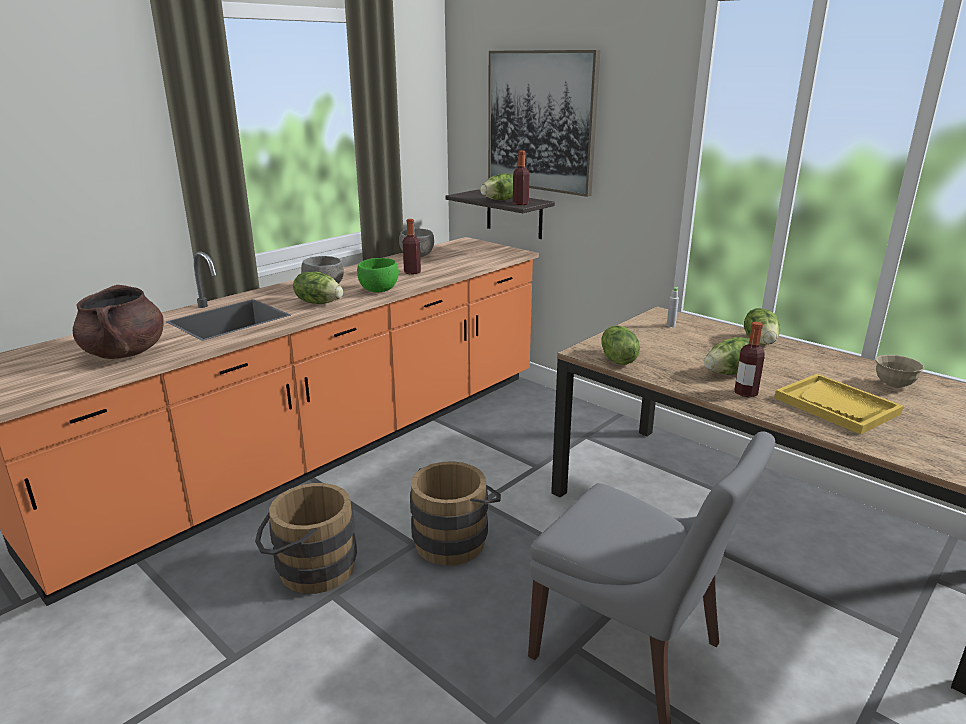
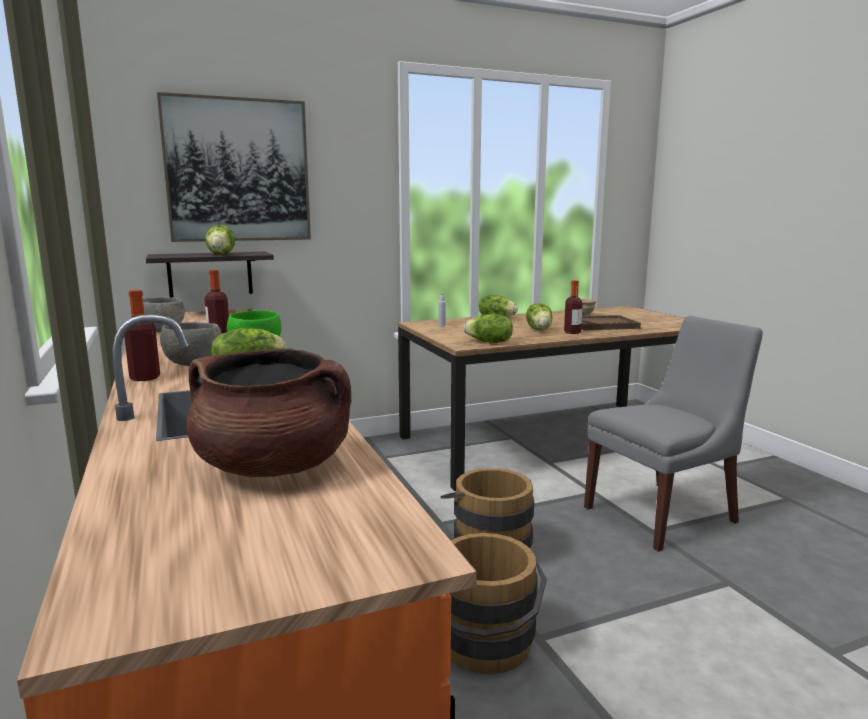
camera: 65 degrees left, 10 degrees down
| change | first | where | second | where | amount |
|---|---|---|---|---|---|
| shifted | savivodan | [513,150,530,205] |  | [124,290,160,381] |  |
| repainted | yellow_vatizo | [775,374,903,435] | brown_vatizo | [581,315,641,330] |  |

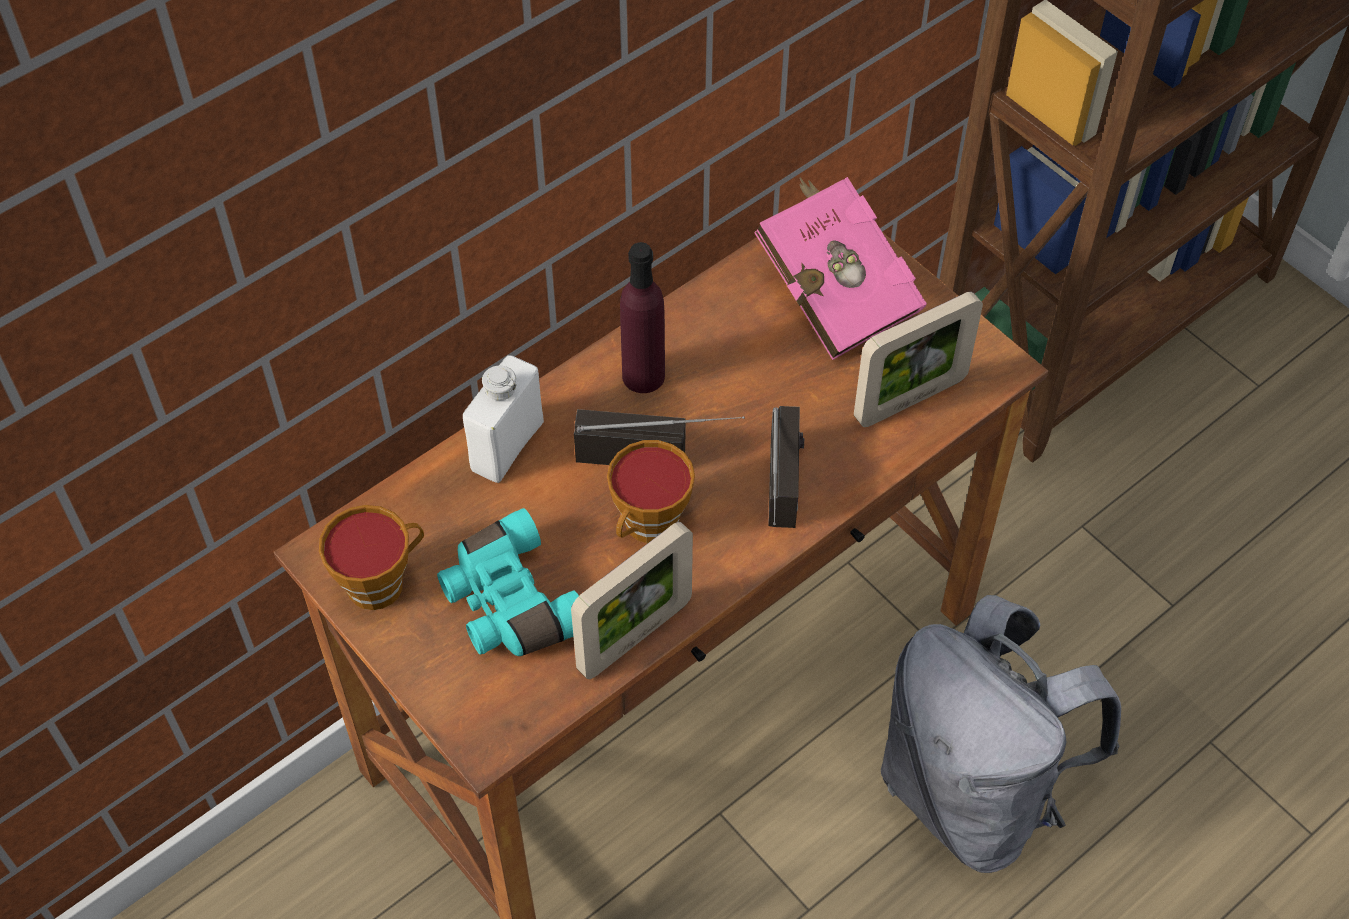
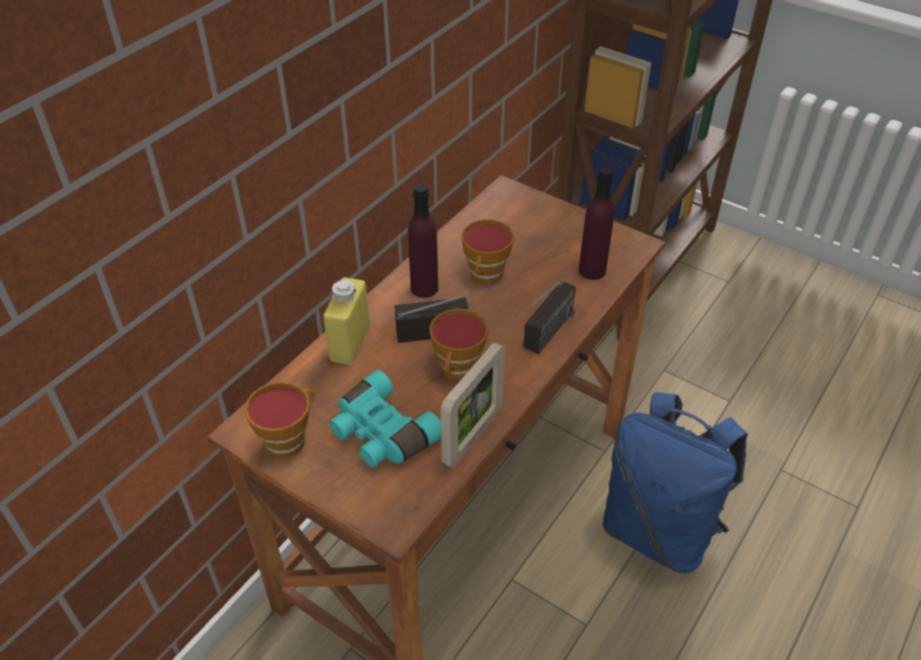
camera: 15 degrees left, 10 degrees down
| change | first | where | second | where | amount |
|---|---|---|---|---|---|
| repainted | white_savivodan | [463,355,544,483] | yellow_savivodan | [323,277,370,365] |  |
| gone | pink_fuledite | [754,177,927,360] |  |  |  |
| rotated | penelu | [768,406,804,528] |  | [506,281,576,354] | 45 degrees clockwise |
| swapped | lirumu | [854,292,983,427] | purple_savivodan | [579,167,614,280] |  |
| repainted | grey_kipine | [881,595,1121,873] | blue_kipine | [603,392,748,574] |  |
| new |  |  | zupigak | [461,219,514,284] |  |

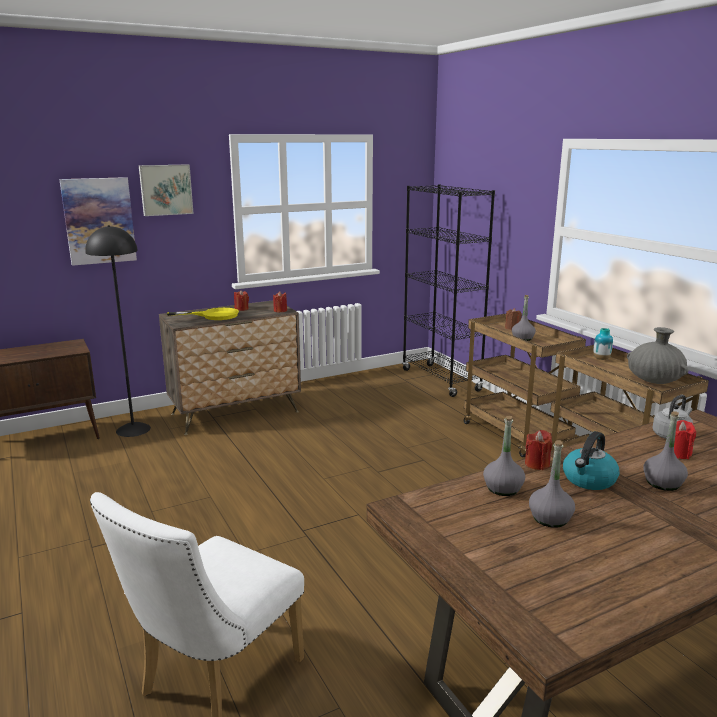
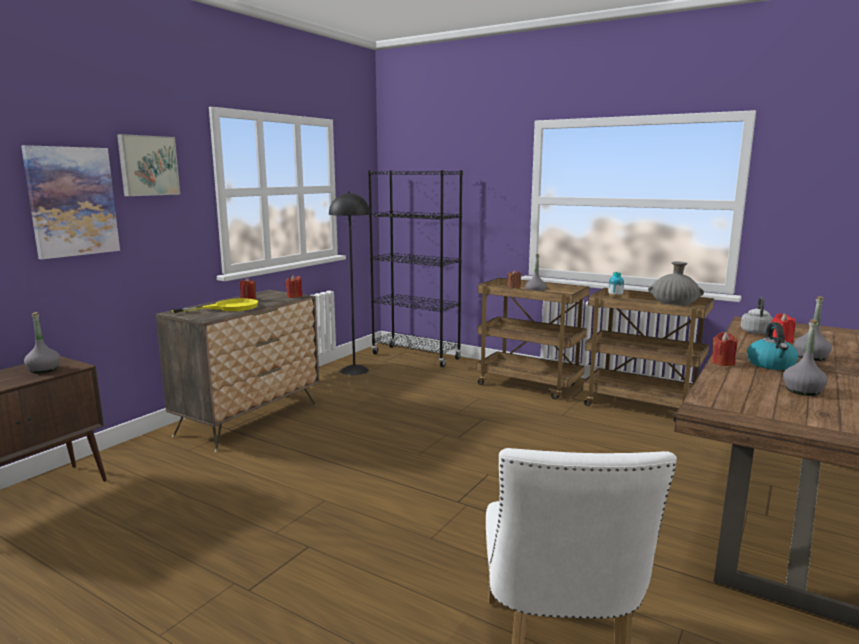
camera: 30 degrees left, 5 degrees down
| change | first | where | second | where | amount |
|---|---|---|---|---|---|
| shifted | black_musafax | [85,225,151,437] |  | [329,192,370,375] |  |
| shifted | grey_savivodan | [483,416,525,496] |  | [24,312,60,374] |  |

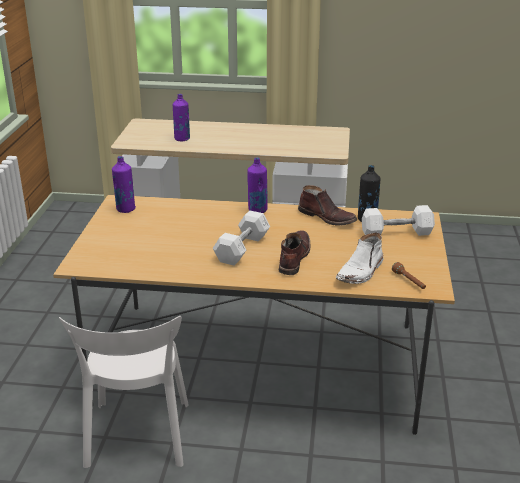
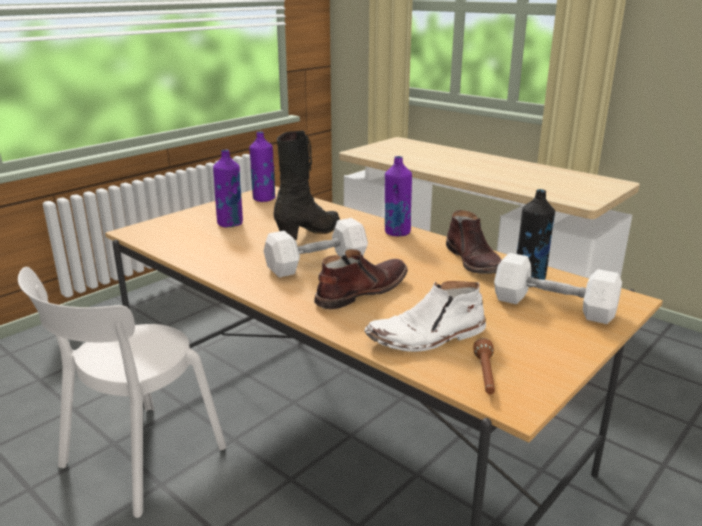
camera: 35 degrees right, 5 degrees down
| change | first | where | second | where | amount |
|---|---|---|---|---|---|
| shifted | purple_savivodan | [173,94,190,142] |  | [213,150,243,227] |  |
| new |  |  | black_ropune | [274,130,340,240] |  |

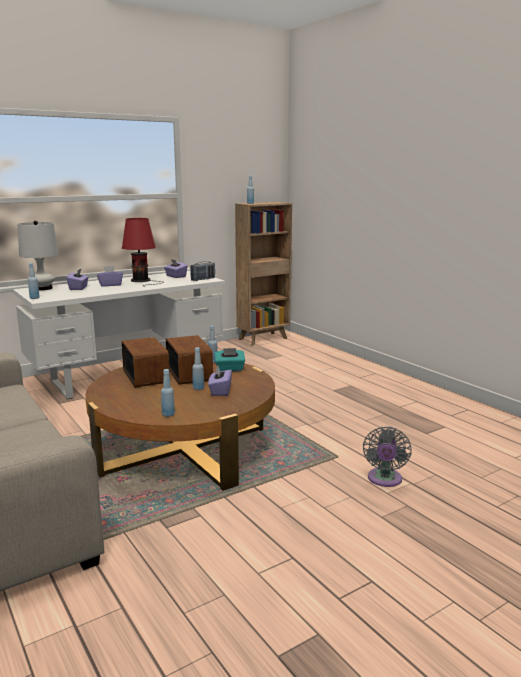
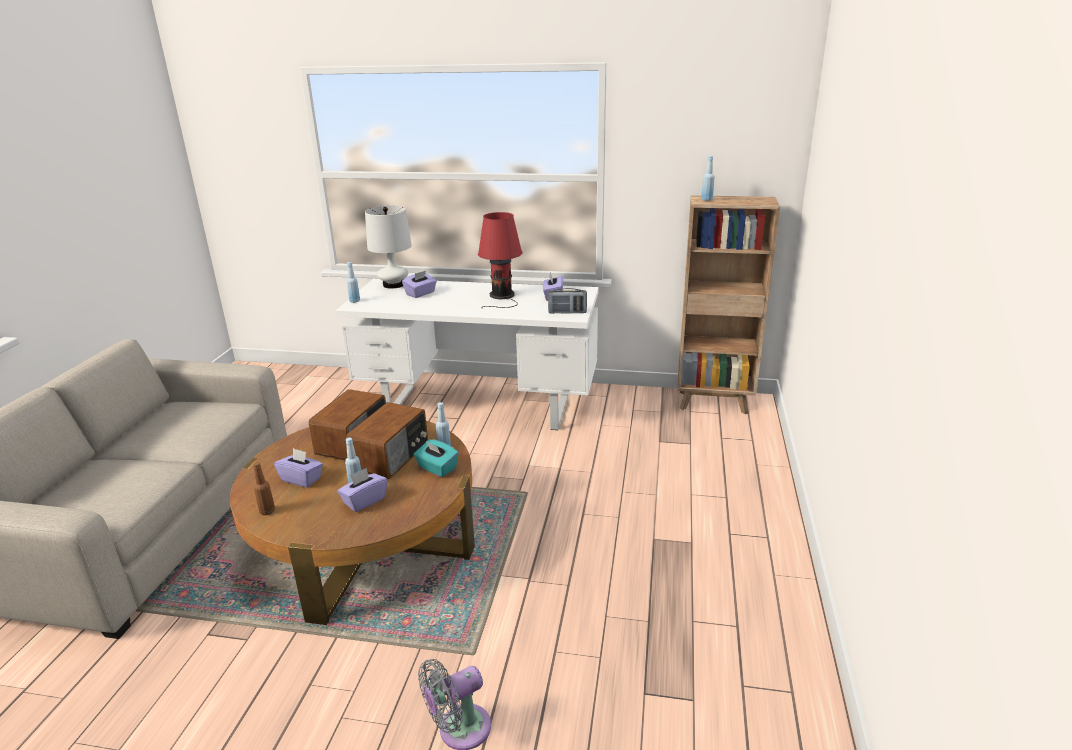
camera: 45 degrees right, 10 degrees up
| change | first | where | second | where | amount |
|---|---|---|---|---|---|
| shifted | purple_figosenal | [97,266,123,287] |  | [274,448,323,488] |  |
| repainted | blue_savivodan | [161,369,175,417] | brown_savivodan | [253,462,275,515] |  |

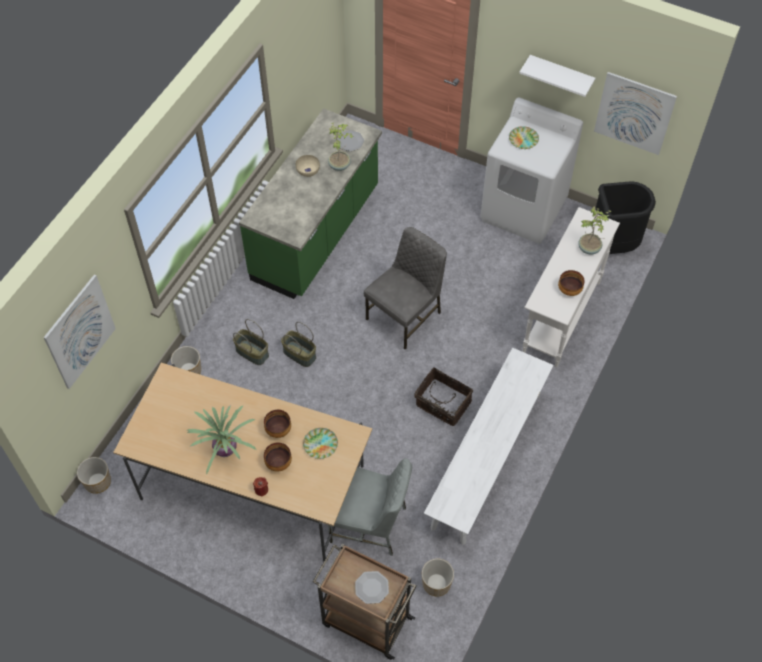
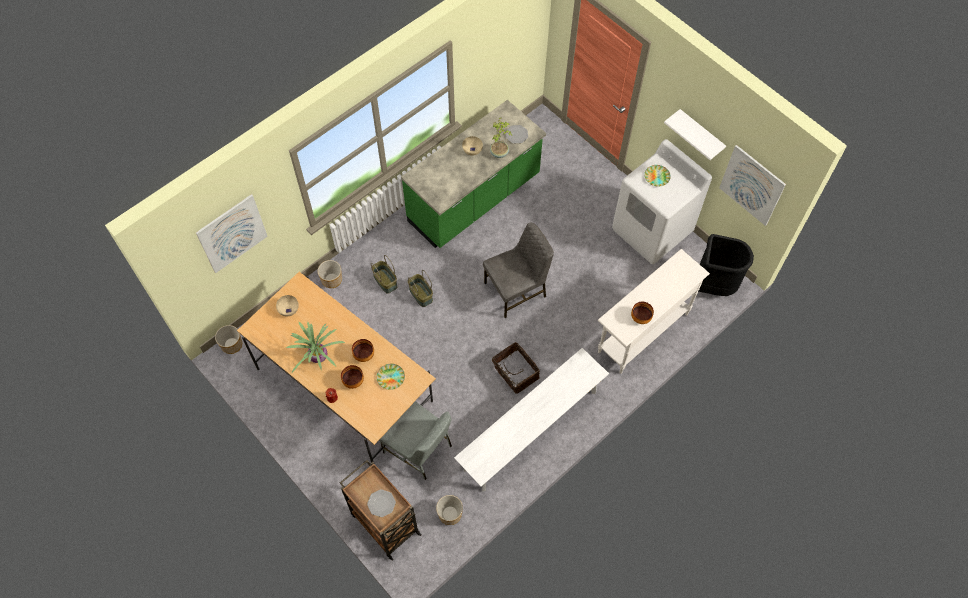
camera: 20 degrees right, 5 degrees up
| change | first | where | second | where | amount |
|---|---|---|---|---|---|
| gone | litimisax | [578,207,612,255] |  |  |  |
| new |  |  | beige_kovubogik | [276,295,299,316] |  |

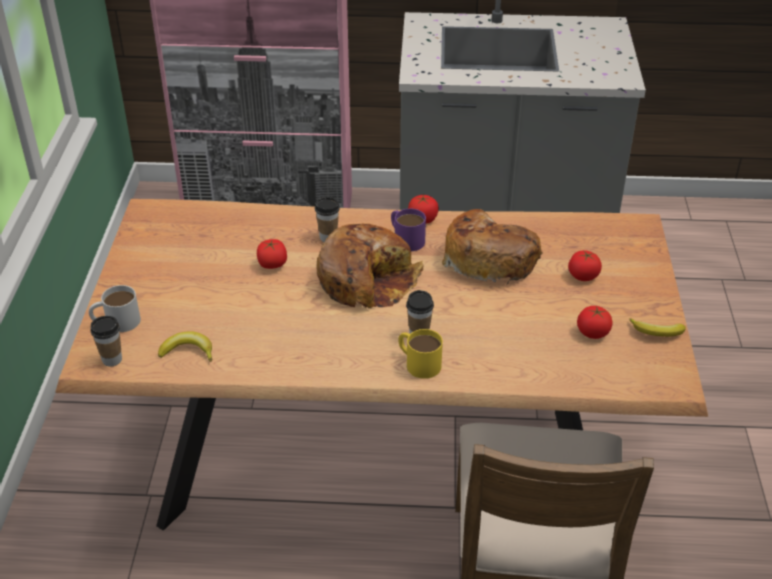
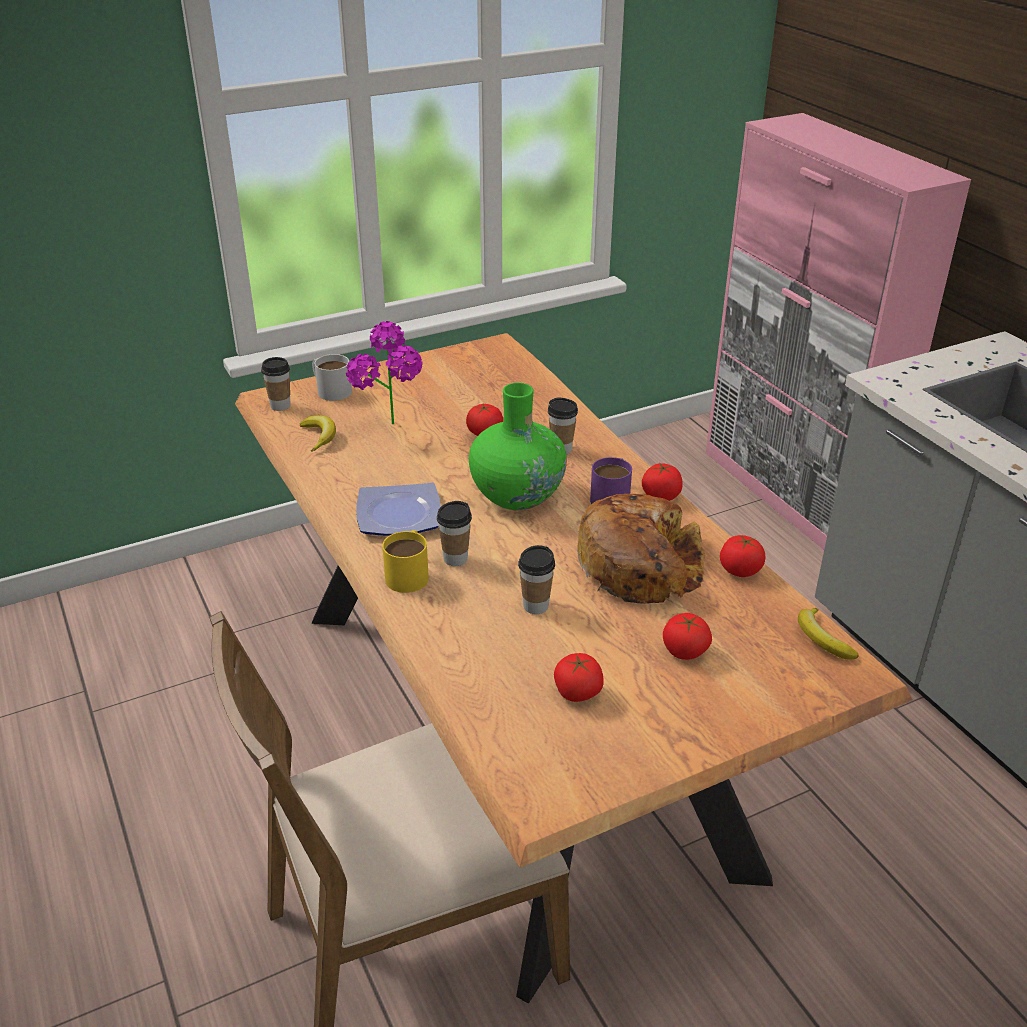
camera: 60 degrees right, 5 degrees down
| change | first | where | second | where | amount |
|---|---|---|---|---|---|
| swapped | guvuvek | [317,224,424,309] | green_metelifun | [469,383,567,510] |  |
| shifted | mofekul | [629,318,686,337] |  | [798,608,859,659] |  |
| new |  |  | litimisax | [346,321,423,424] |  |
| new |  |  | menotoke | [356,483,441,536] |  |
| new |  |  | zupigak | [518,545,555,614] |  |
| new |  |  | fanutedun | [720,535,766,577] |  |

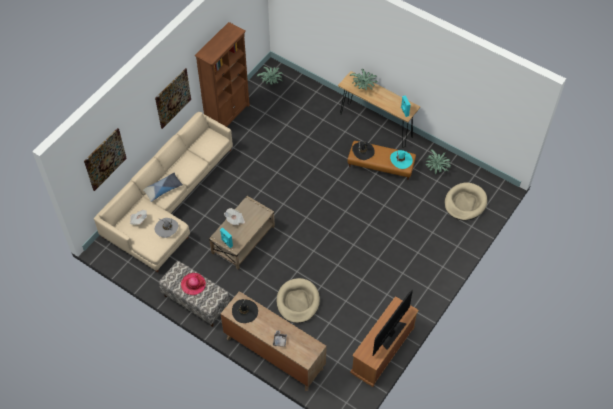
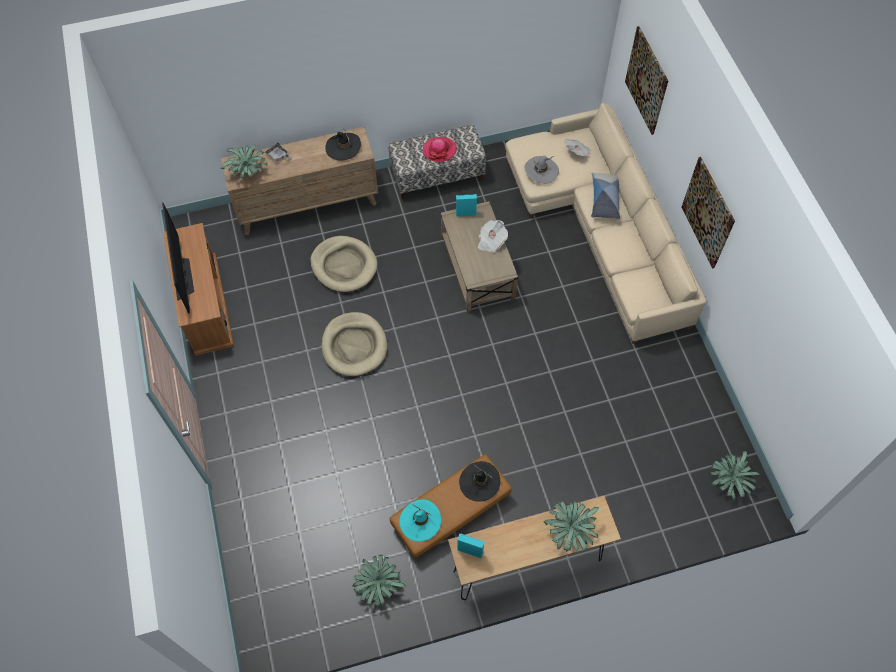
camera: 130 degrees right, 5 degrees up
| change | first | where | second | where | amount |
|---|---|---|---|---|---|
| gone | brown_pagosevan | [195,22,250,127] |  |  |  |
| shifted | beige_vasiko | [445,182,487,220] |  | [321,312,387,376] |  |
| new |  |  | litimisax | [221,144,268,178] |  |

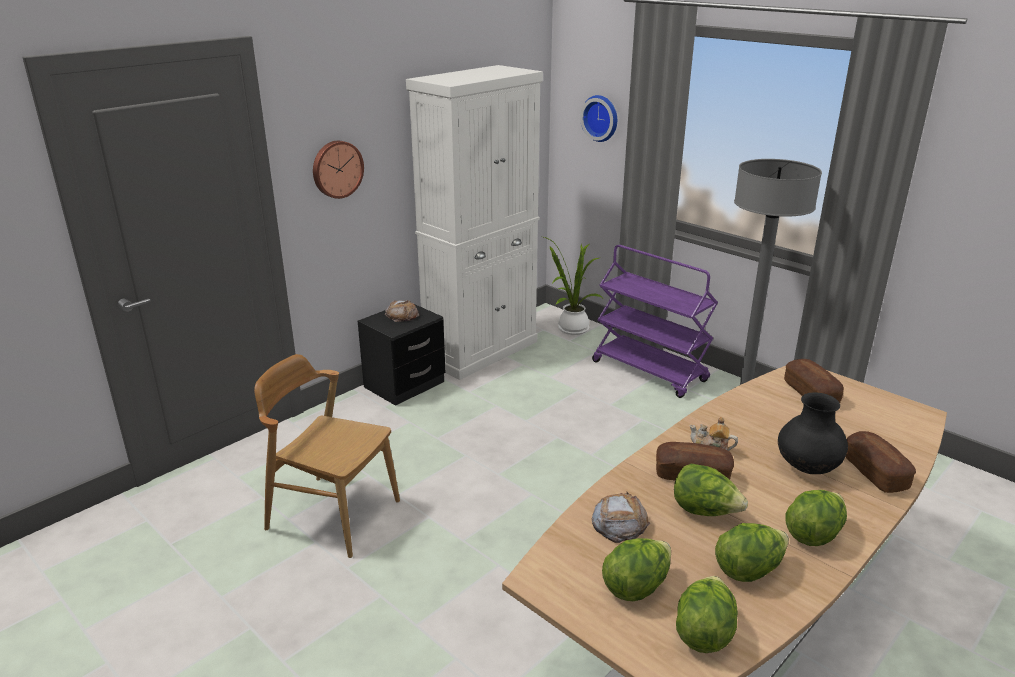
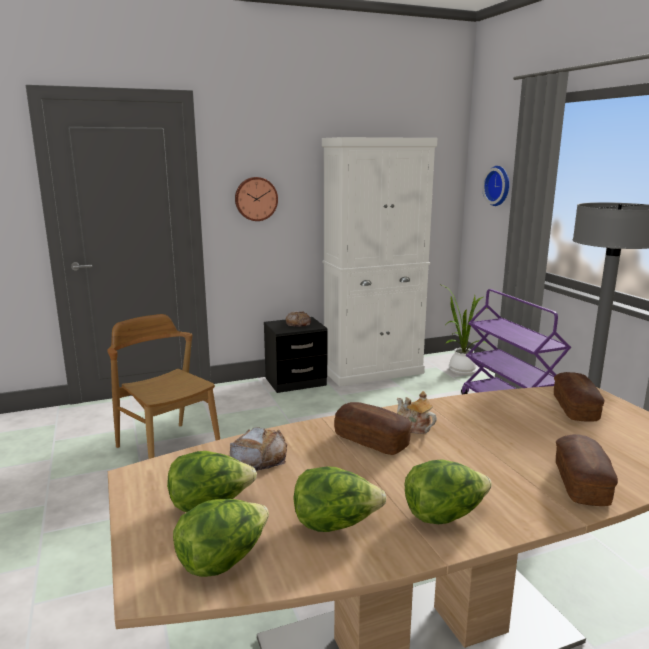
camera: 25 degrees right, 10 degrees down
| change | first | where | second | where | amount |
|---|---|---|---|---|---|
| gone | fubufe | [674,464,748,516] |  |  |  |
| gone | black_metelifun | [778,392,848,474] |  |  |  |

